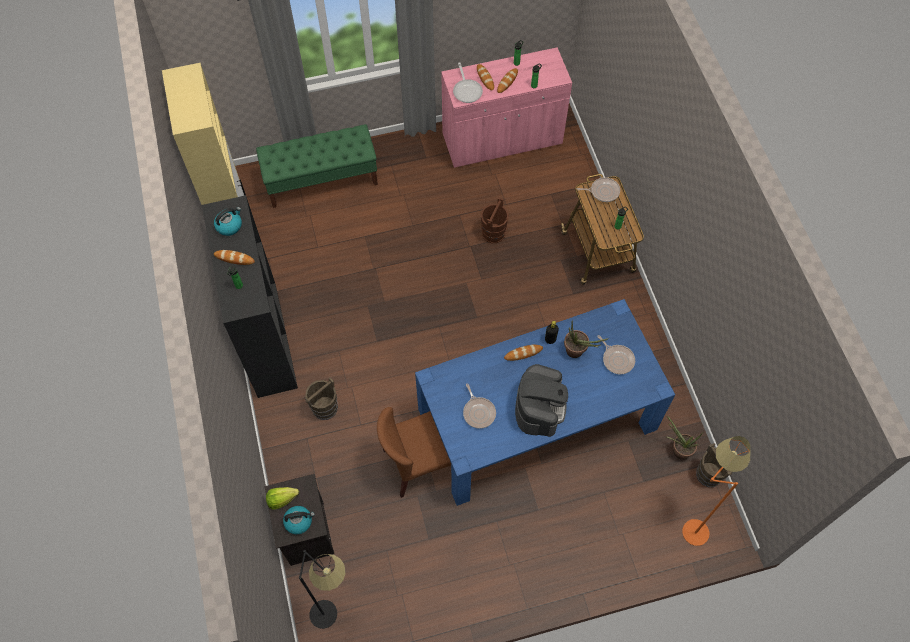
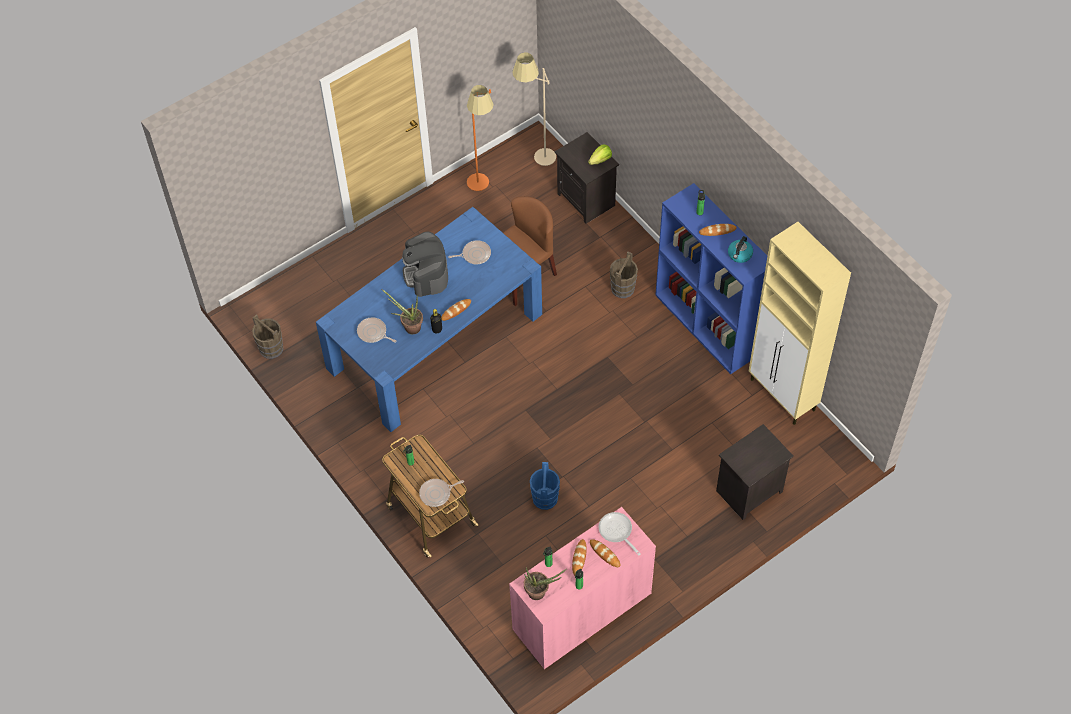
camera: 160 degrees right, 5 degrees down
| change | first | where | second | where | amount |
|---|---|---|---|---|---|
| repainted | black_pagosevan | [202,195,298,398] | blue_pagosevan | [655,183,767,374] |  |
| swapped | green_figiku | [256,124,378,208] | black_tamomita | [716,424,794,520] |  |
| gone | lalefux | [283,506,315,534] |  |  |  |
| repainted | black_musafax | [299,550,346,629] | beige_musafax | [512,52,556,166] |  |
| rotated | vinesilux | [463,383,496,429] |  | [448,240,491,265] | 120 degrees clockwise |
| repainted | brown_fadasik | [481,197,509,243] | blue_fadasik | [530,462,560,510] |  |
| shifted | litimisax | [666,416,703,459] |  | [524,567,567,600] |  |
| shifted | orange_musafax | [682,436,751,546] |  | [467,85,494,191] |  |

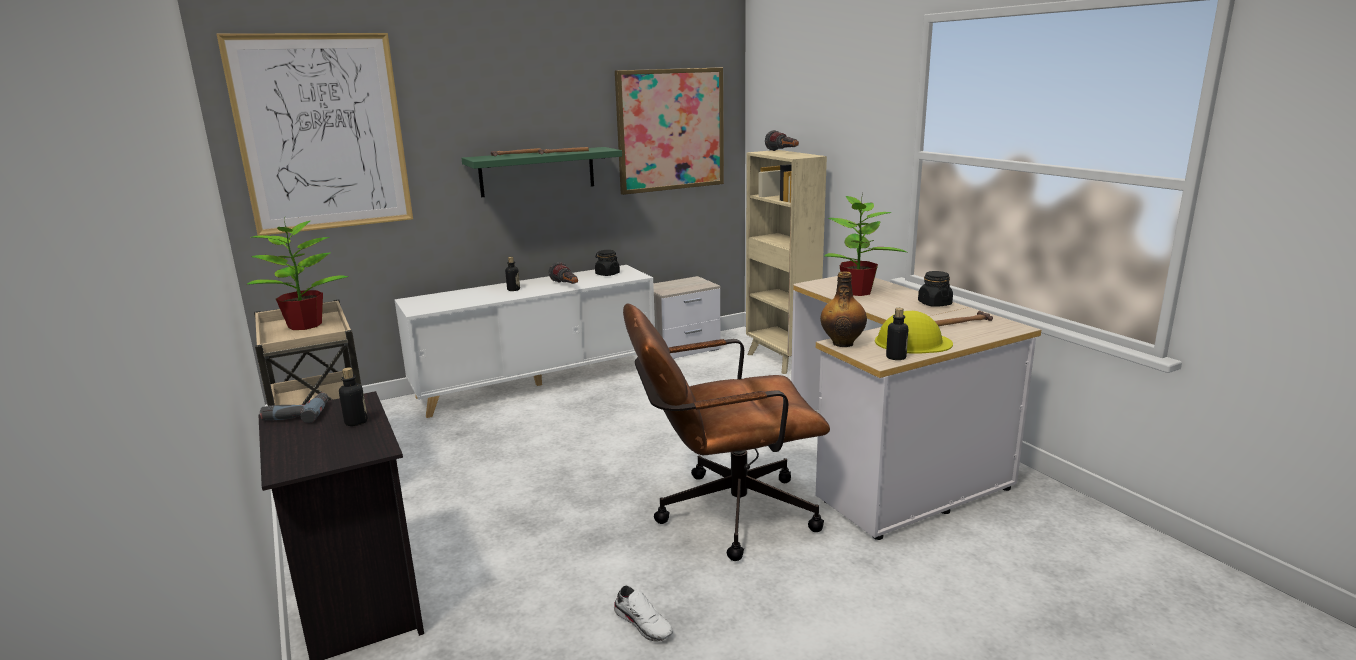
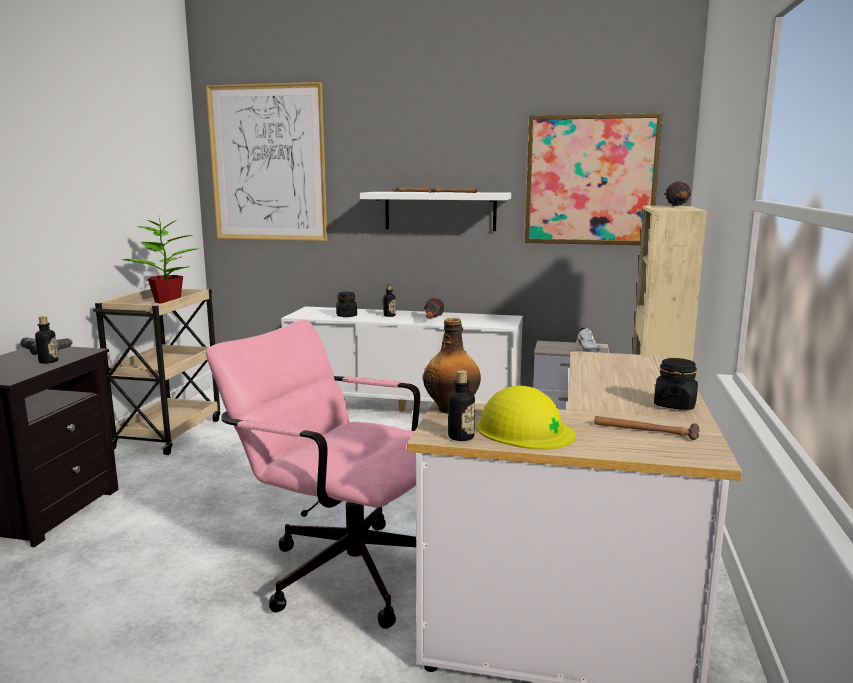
camera: 40 degrees right, 5 degrees down
| change | first | where | second | where | amount |
|---|---|---|---|---|---|
| repainted | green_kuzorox | [462,147,622,197] | white_kuzorox | [360,192,511,231] |  |
| shifted | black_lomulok | [595,250,620,276] |  | [336,292,357,317] |  |
| shifted | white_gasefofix | [614,585,673,642] |  | [576,327,600,352] |  |
| repainted | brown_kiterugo | [623,304,830,561] | pink_kiterugo | [206,320,420,629] |  |
| gone | litimisax | [824,193,907,296] |  |  |  |

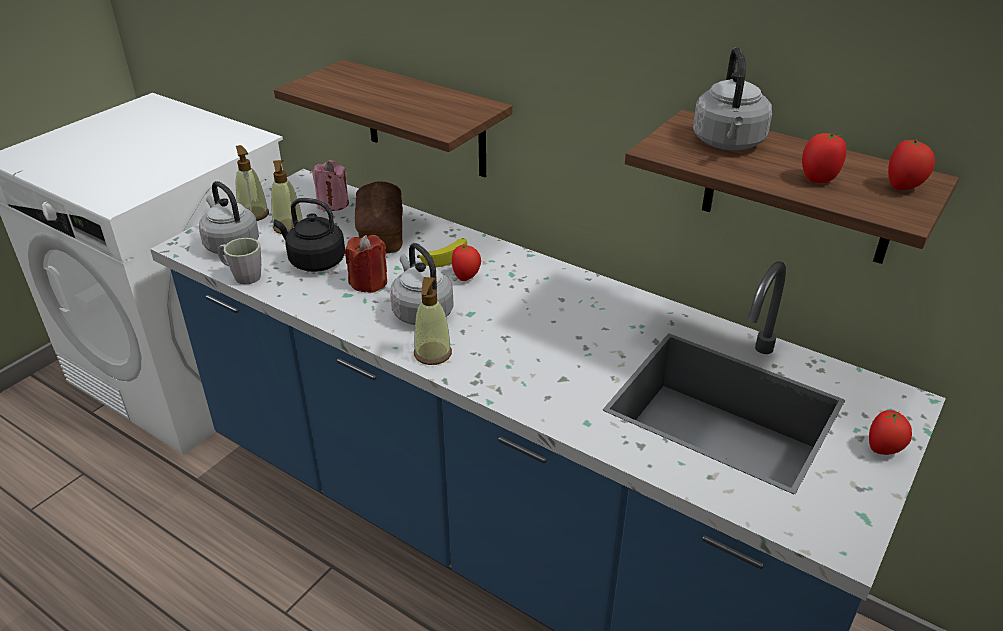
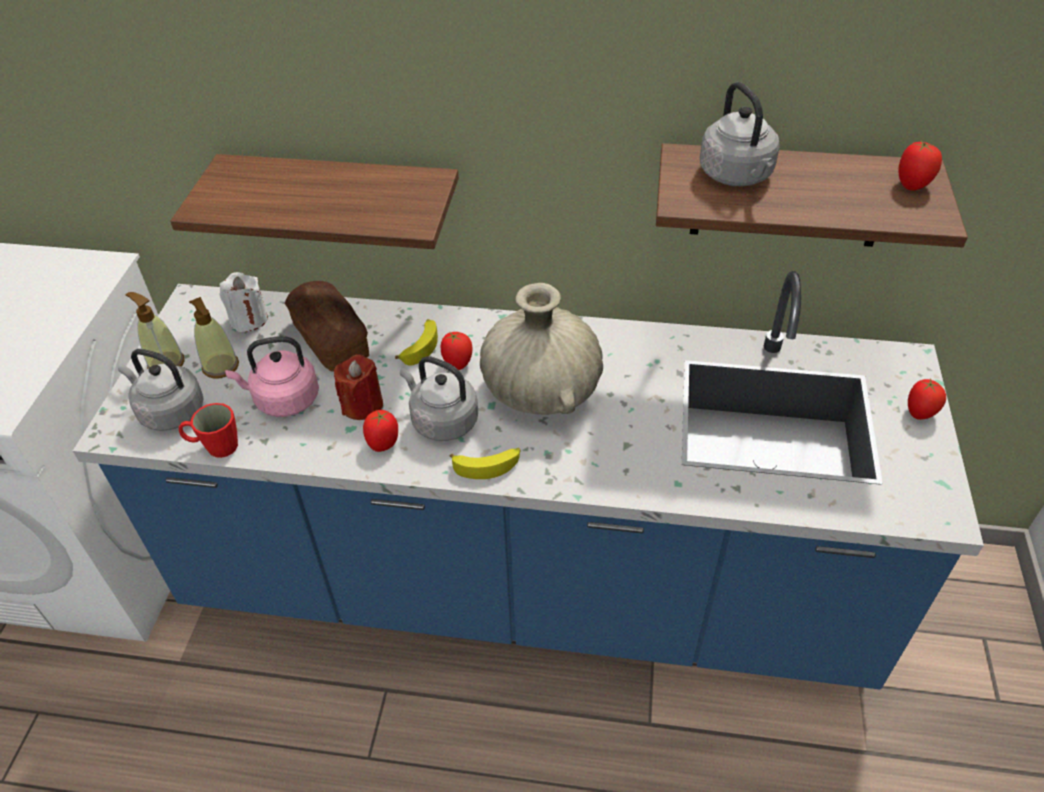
camera: 25 degrees left, 10 degrees up
| change | first | where | second | where | amount |
|---|---|---|---|---|---|
| repainted | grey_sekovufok | [218,238,261,285] | red_sekovufok | [179,403,238,458] |  |
| repainted | black_lalefux | [274,198,345,272] | pink_lalefux | [225,336,319,417] |  |
| repainted | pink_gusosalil | [312,160,349,211] | white_gusosalil | [219,272,268,332] |  |
| swapped | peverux | [414,277,452,365] | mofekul | [449,448,520,479] |  |
| shifted | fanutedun | [802,132,846,183] |  | [363,410,398,452] |  |
| new |  |  | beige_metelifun | [480,283,603,415] |  |

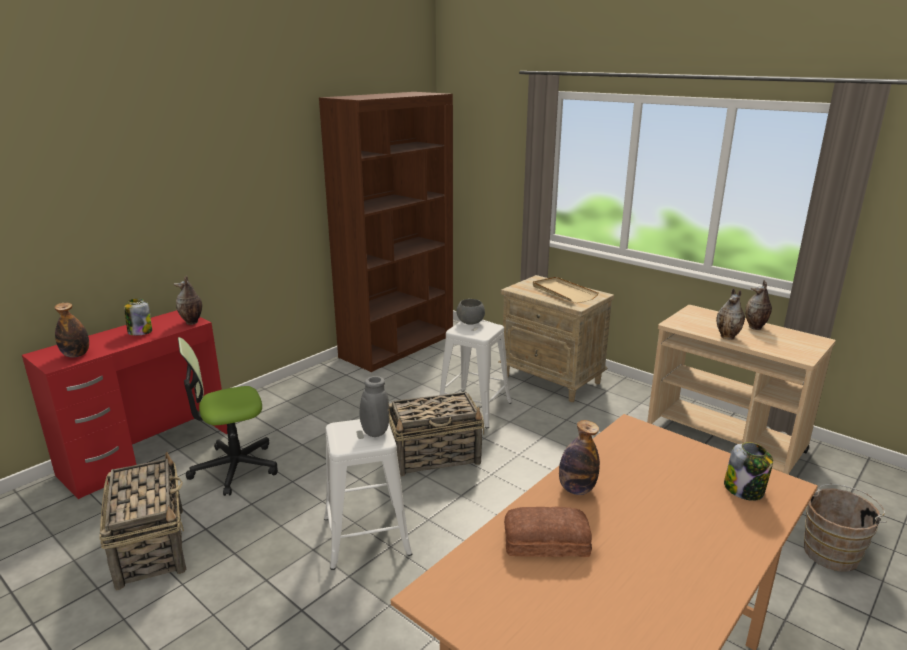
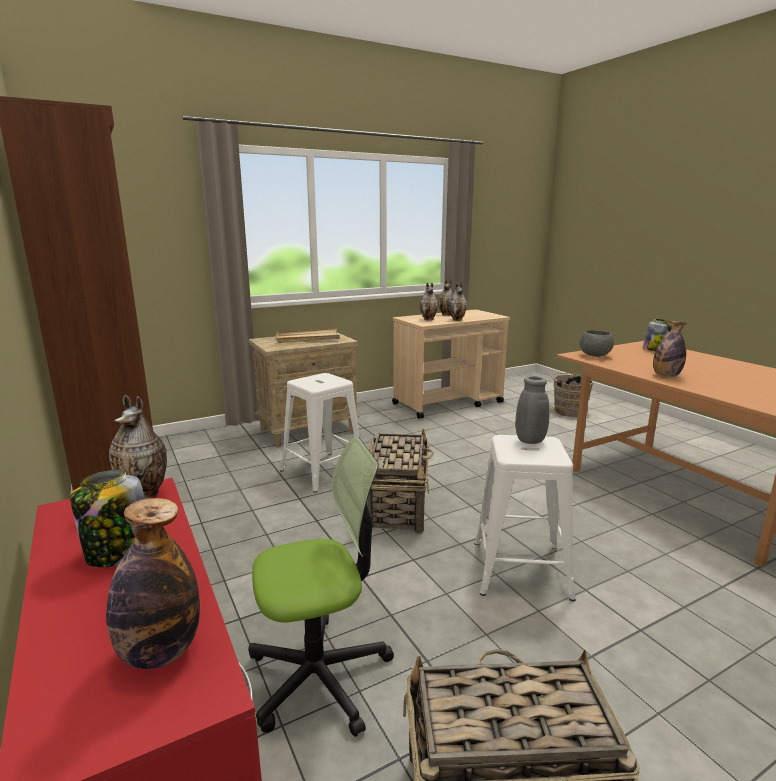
camera: 70 degrees left, 5 degrees down
| change | first | where | second | where | amount |
|---|---|---|---|---|---|
| rotated | kiterugo | [178,337,278,496] |  | [248,437,394,737] | 105 degrees counterclockwise |
| shifted | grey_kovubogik | [456,299,485,325] |  | [580,330,614,357] |  |
| gone | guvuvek | [504,507,592,557] |  |  |  |
| new |  |  | metelifun | [420,283,438,320] |  |

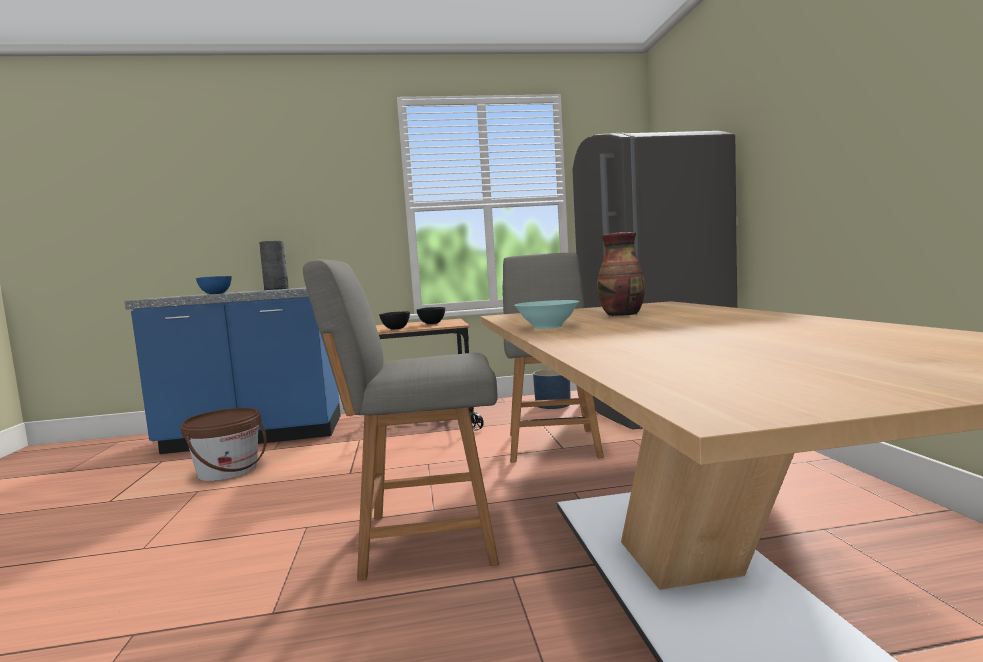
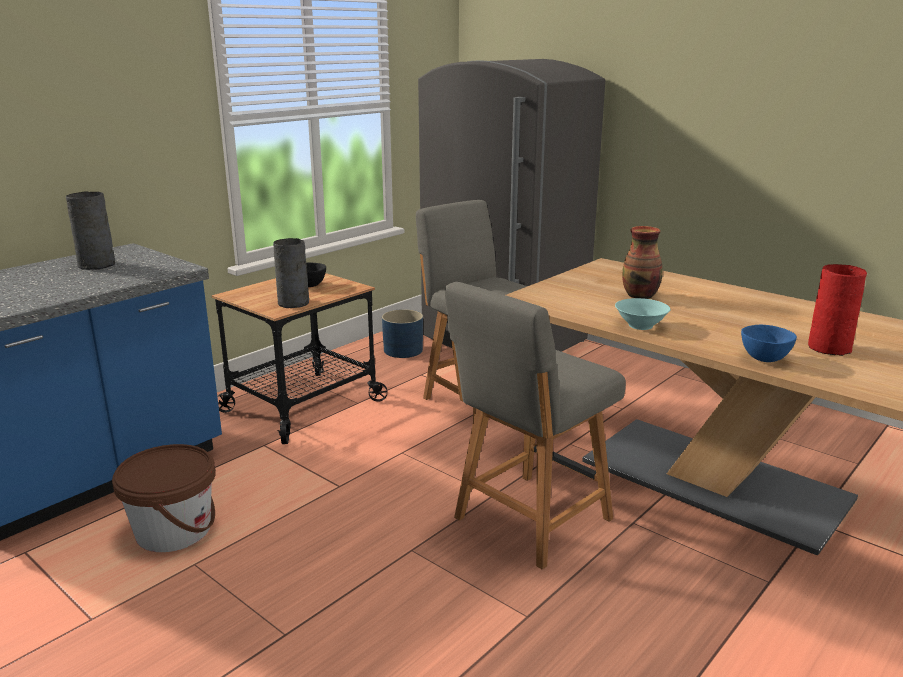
camera: 40 degrees left, 15 degrees up
| change | first | where | second | where | amount |
|---|---|---|---|---|---|
| shifted | blue_kovubogik | [196,276,232,294] |  | [741,325,797,362] |  |
| swapped | black_kovubogik | [379,311,410,330] | grey_metelifun | [273,238,309,308] |  |
| new |  |  | red_metelifun | [808,264,867,356] |  |

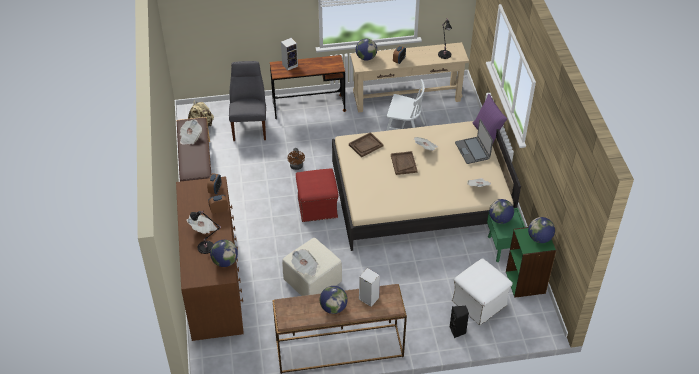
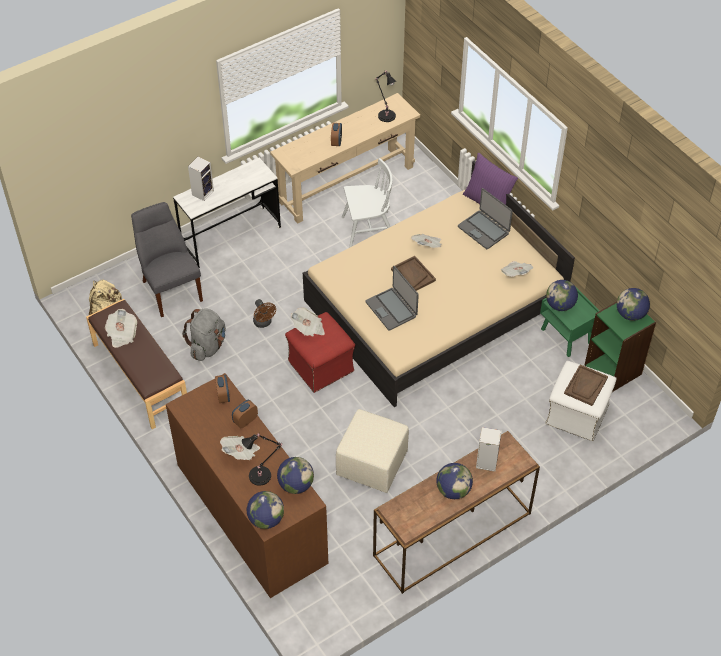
camera: 25 degrees left, 5 degrees up
| change | first | where | second | where | amount |
|---|---|---|---|---|---|
| repainted | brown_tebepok | [270,55,346,119] | white_tebepok | [173,158,282,268] |  |
| shifted | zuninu | [291,249,319,276] |  | [291,308,325,336] |  |
| shifted | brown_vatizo | [349,132,384,158] |  | [564,365,608,406] |  |
| shifted | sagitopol | [356,39,377,61] |  | [247,491,284,529] |  |
| gone | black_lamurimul | [450,306,469,338] |  |  |  |
| new |  |  | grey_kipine | [182,309,226,361] |  |
| new |  |  | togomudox | [365,266,419,331] |  |

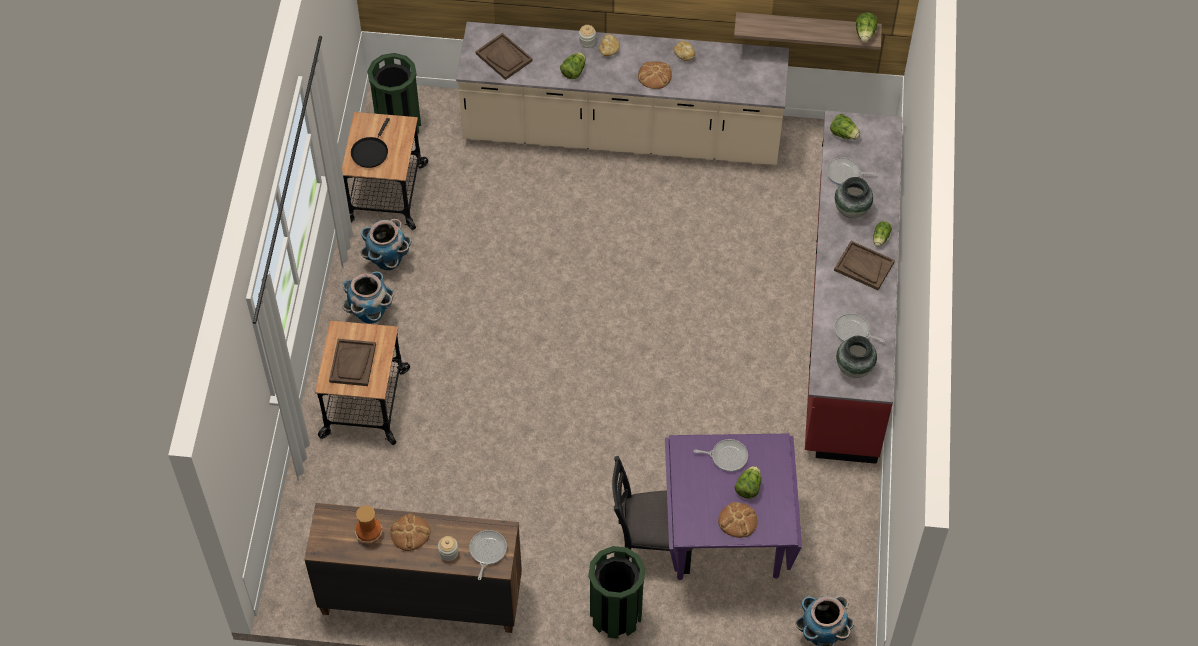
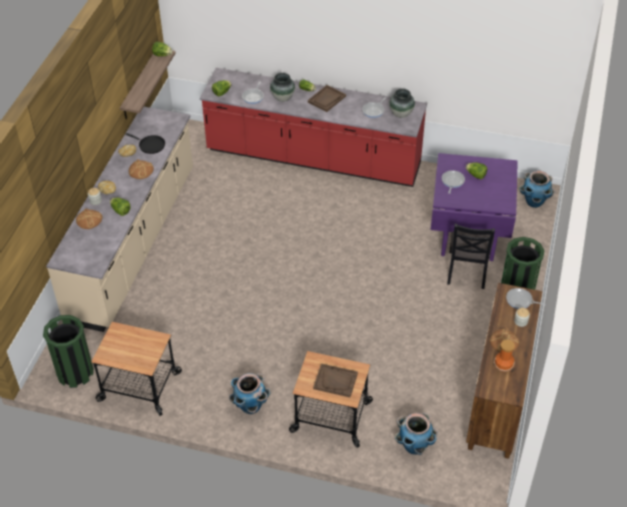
camera: 80 degrees left, 10 degrees down
| change | first | where | second | where | amount |
|---|---|---|---|---|---|
| shifted | black_vinesilux | [351,118,390,168] |  | [126,133,165,154] |  |
| shifted | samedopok | [360,219,412,270] |  | [395,413,438,455] |  |
| gone | brown_vatizo | [476,33,533,80] |  |  |  |
| shifted | guvuvek | [718,502,757,538] |  | [76,209,102,229] |  |

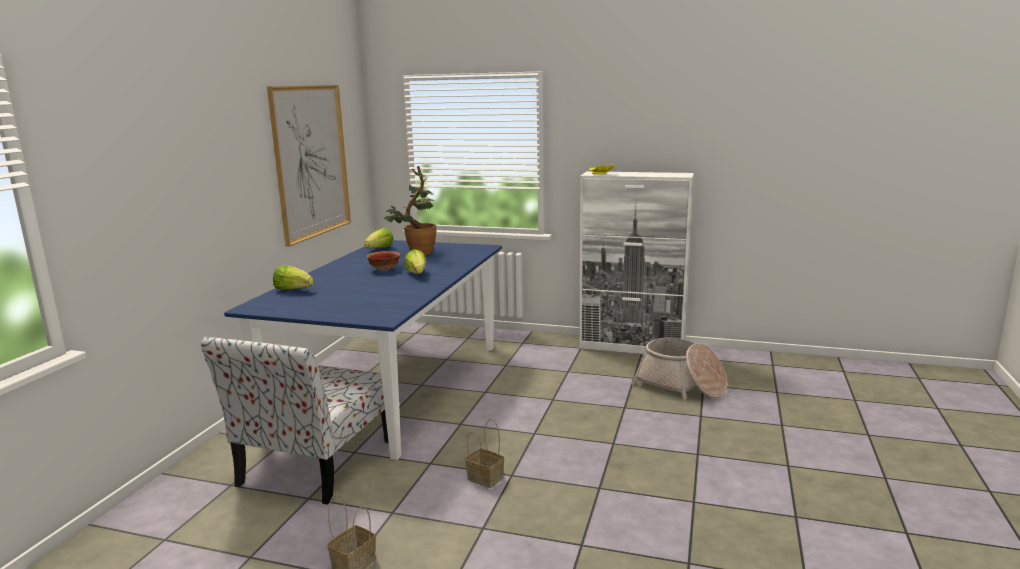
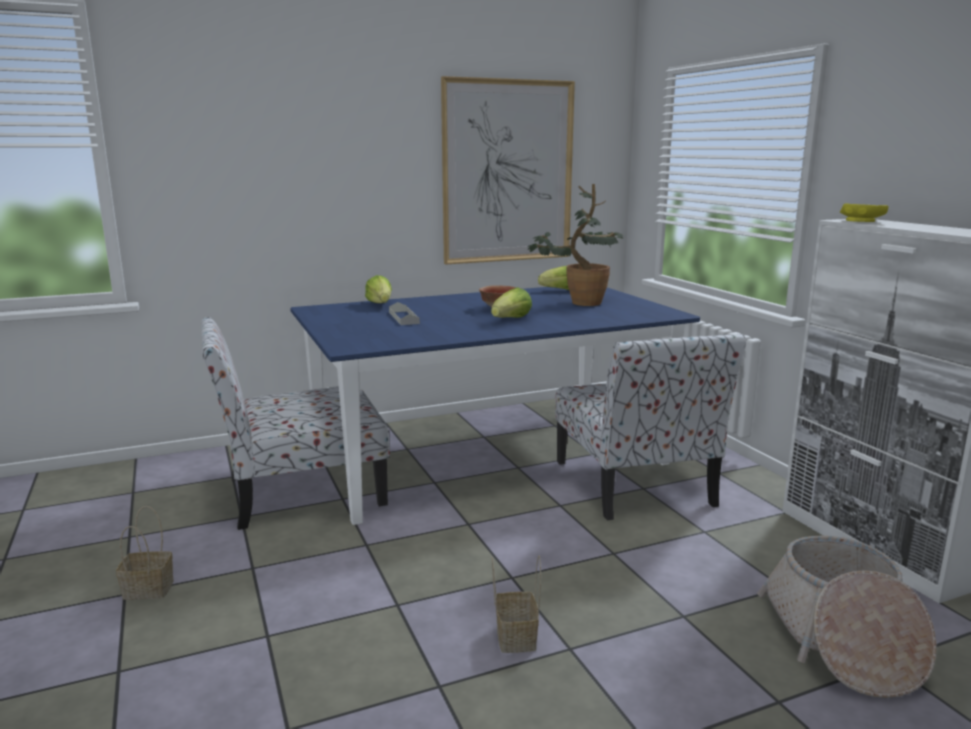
camera: 50 degrees right, 0 degrees up
| change | first | where | second | where | amount |
|---|---|---|---|---|---|
| shifted | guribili | [465,419,504,488] |  | [492,555,541,653] |  |
| new |  |  | grey_vatizo | [389,302,420,325] |  |
| new |  |  | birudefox | [555,334,746,520] |  |

